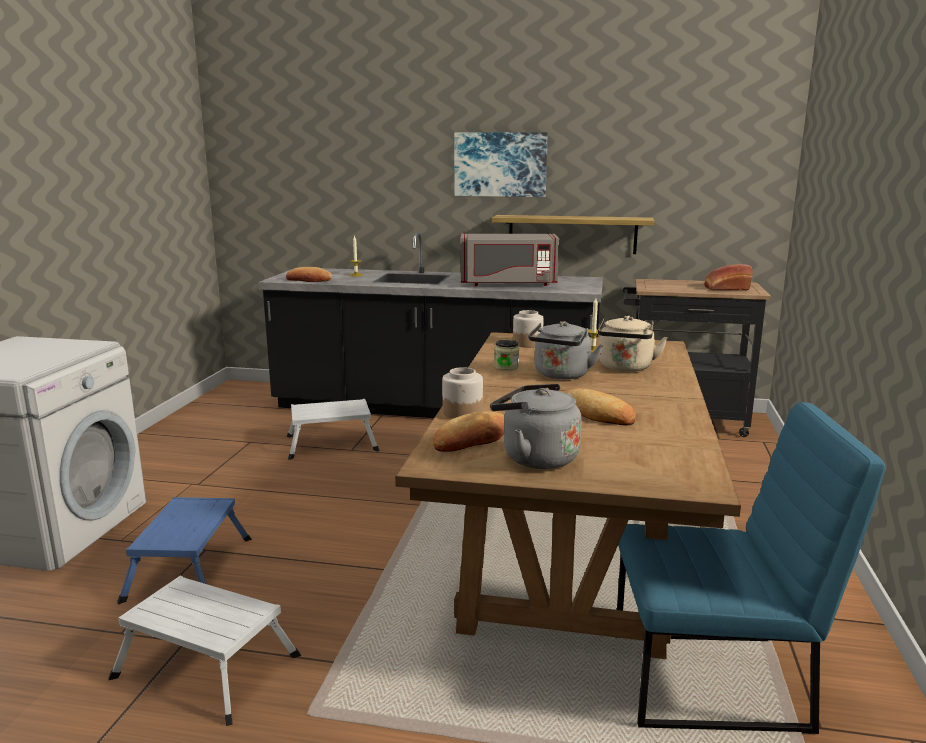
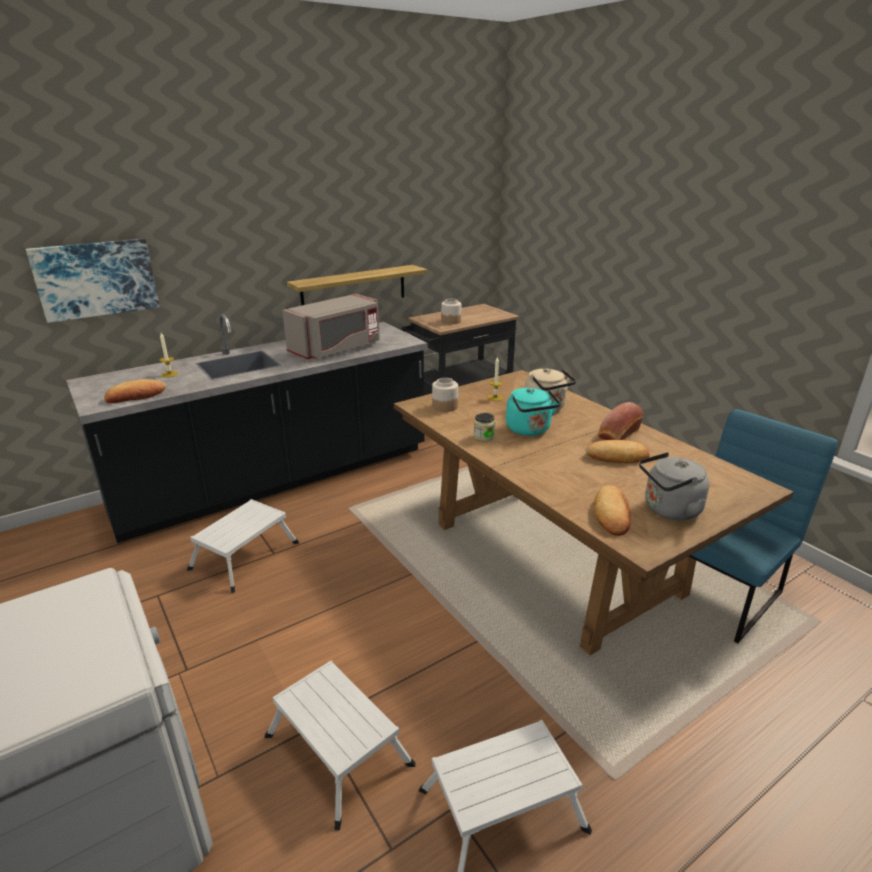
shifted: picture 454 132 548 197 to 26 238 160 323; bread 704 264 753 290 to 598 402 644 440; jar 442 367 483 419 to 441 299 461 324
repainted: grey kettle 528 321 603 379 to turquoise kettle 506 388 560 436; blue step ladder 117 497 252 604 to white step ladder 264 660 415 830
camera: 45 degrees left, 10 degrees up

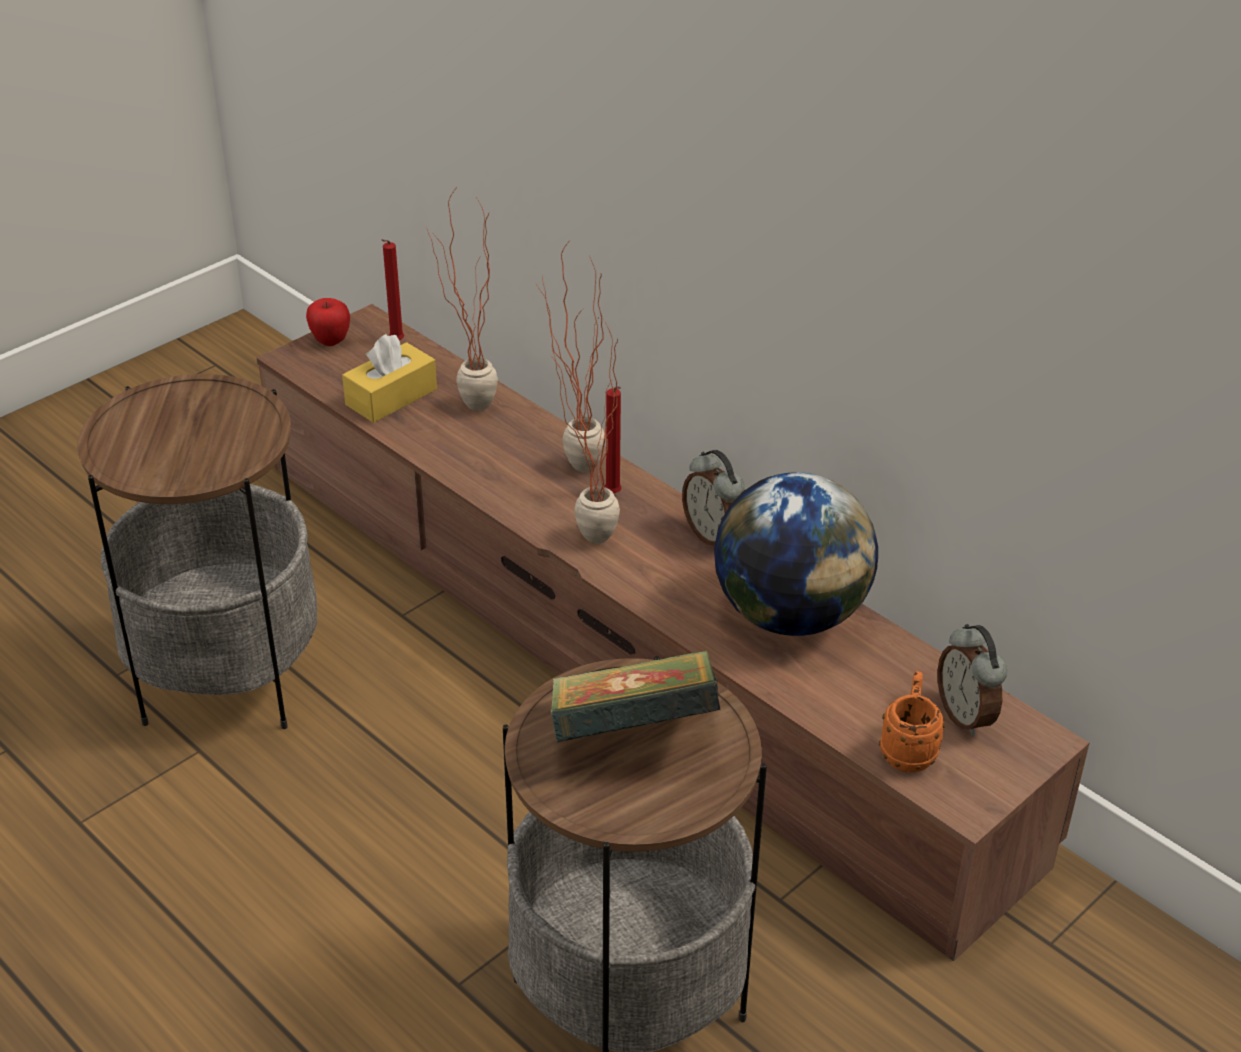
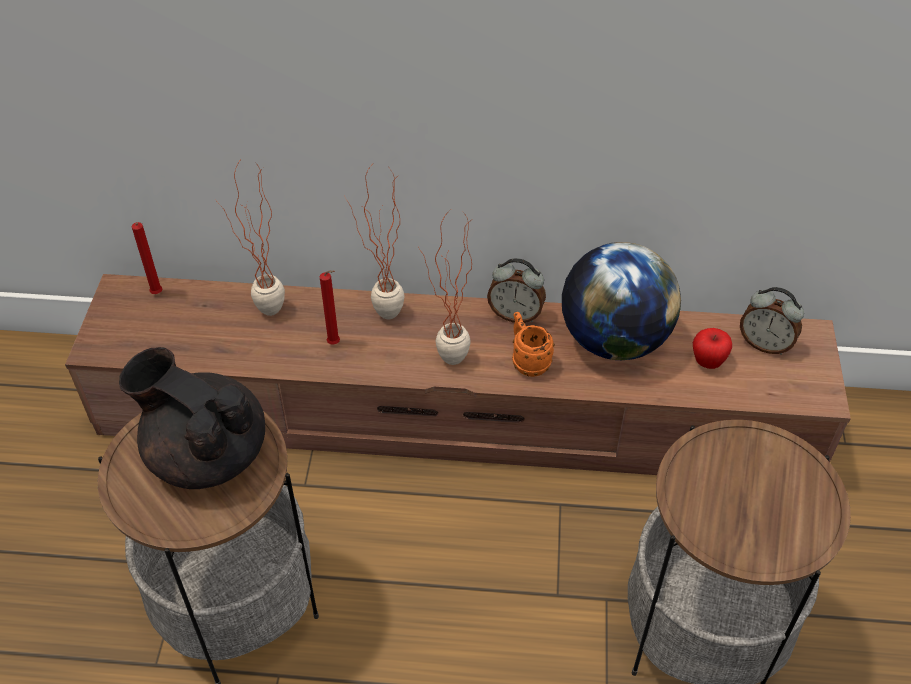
gone: yellow tissue box 342 334 437 423; book 551 650 721 742
new: black teapot 119 347 265 489
shifted: apple 306 298 350 346 to 693 328 732 369; red candle 605 386 621 493 to 319 270 340 345; orange mug 879 671 945 773 to 512 312 555 377
camera: 40 degrees left, 10 degrees up

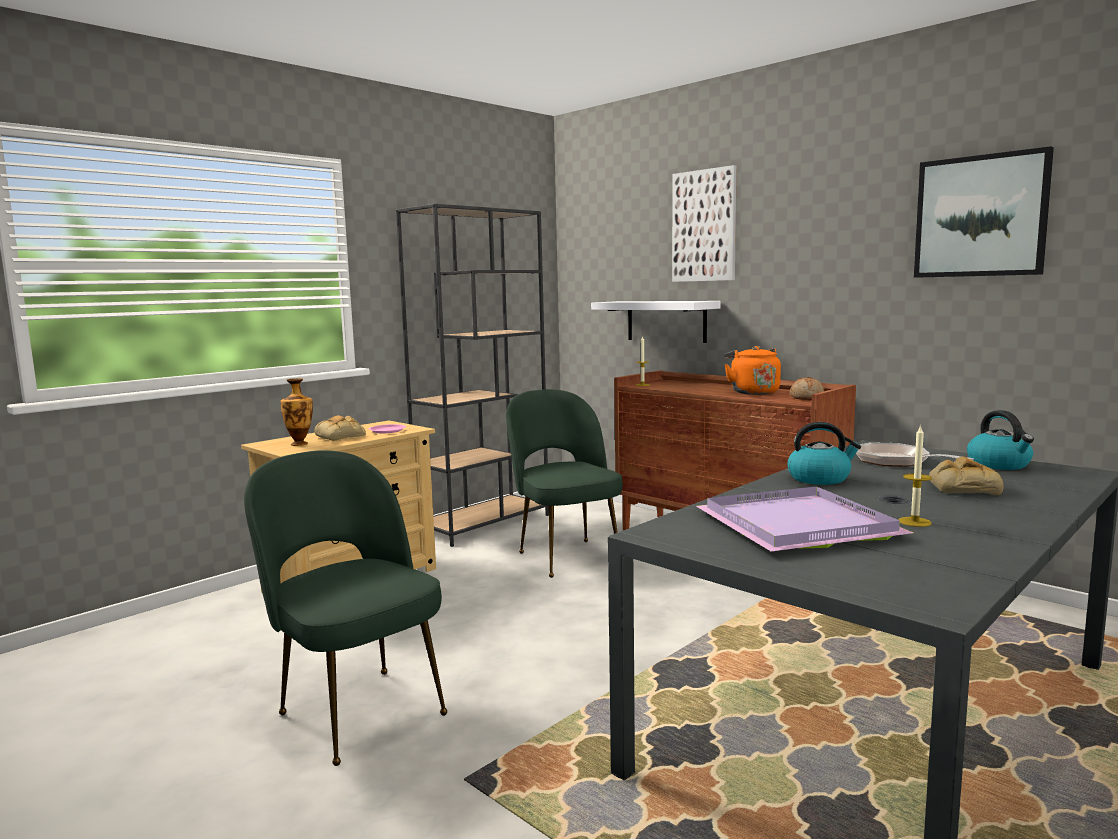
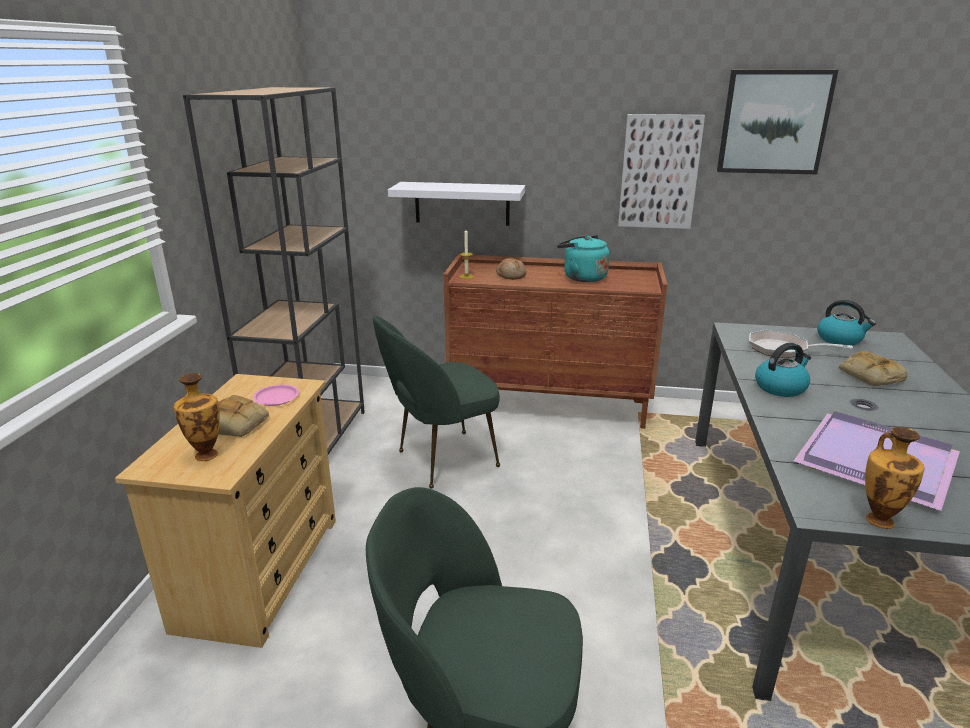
gone: candle 899 425 932 527
new: vase 865 427 925 529
shifted: picture 672 165 737 282 to 618 114 705 229; bread 789 377 824 400 to 496 257 527 280
repainted: orange kettle 724 346 781 395 to turquoise kettle 557 235 609 282
rotated: green chair 506 389 623 578 = 373 315 500 489 60 degrees counterclockwise
camera: 35 degrees left, 15 degrees up

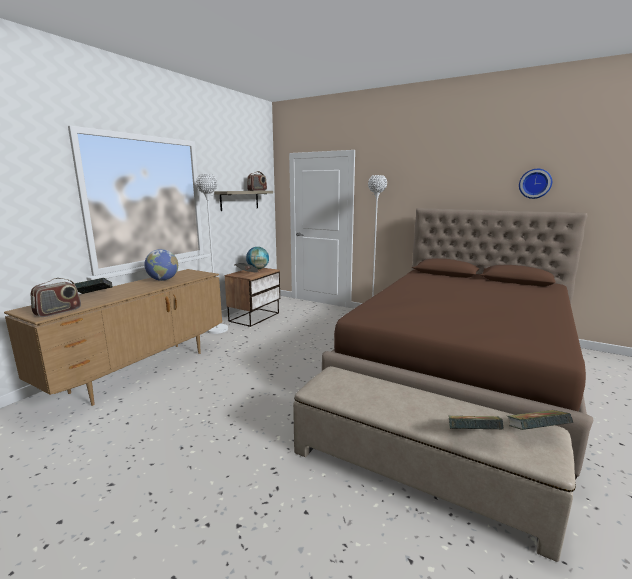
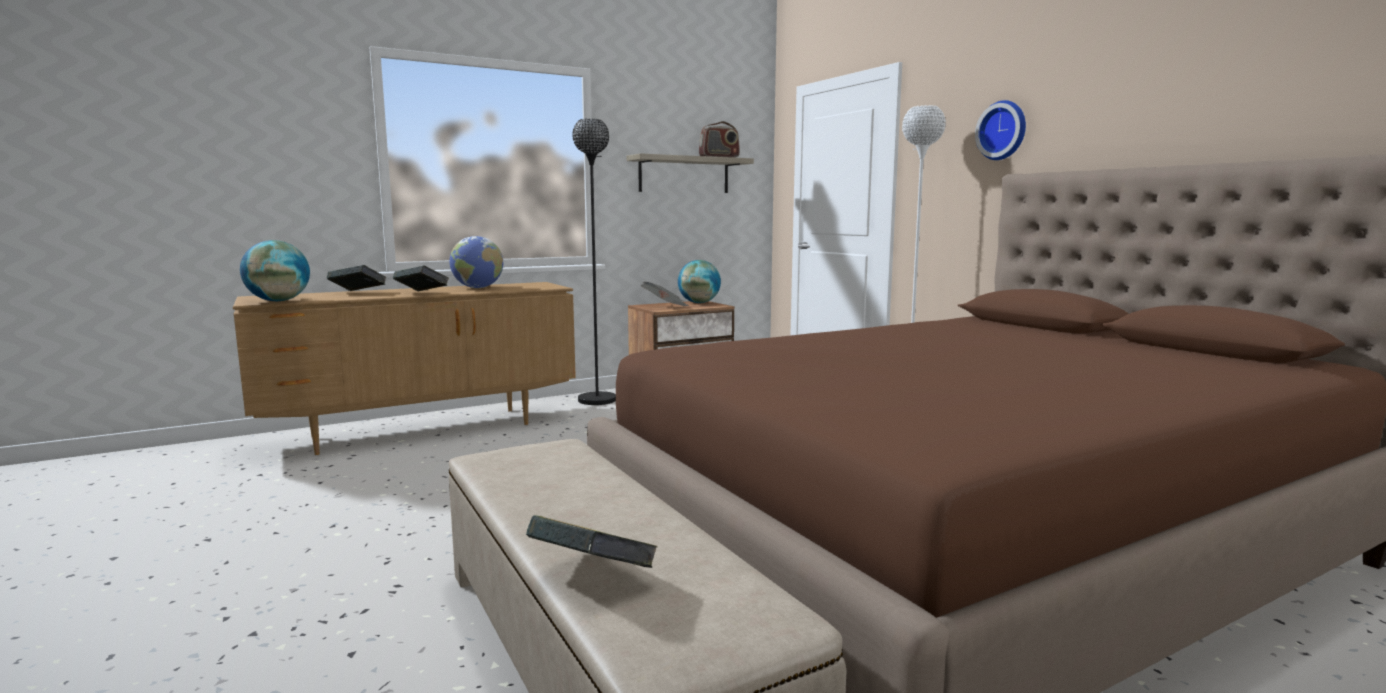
shifted: wall clock 519 169 552 199 to 975 100 1026 160; book 508 410 573 430 to 393 265 449 291
swapped: radio 31 278 81 317 to globe 240 240 310 301
repainted: white floor lamp 196 174 228 334 to black floor lamp 572 119 616 405
camera: 30 degrees right, 5 degrees down

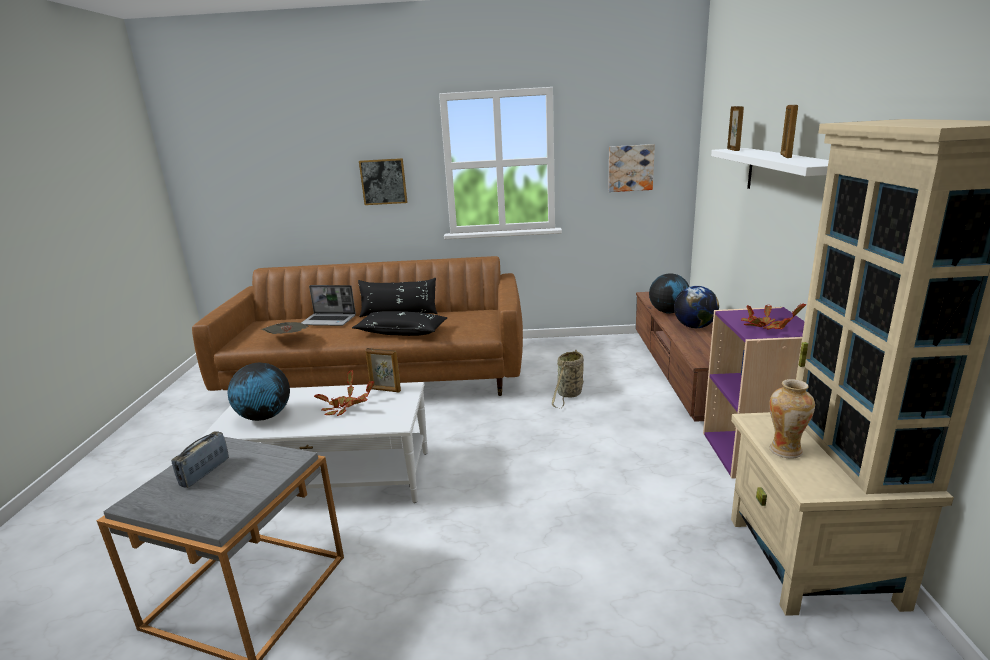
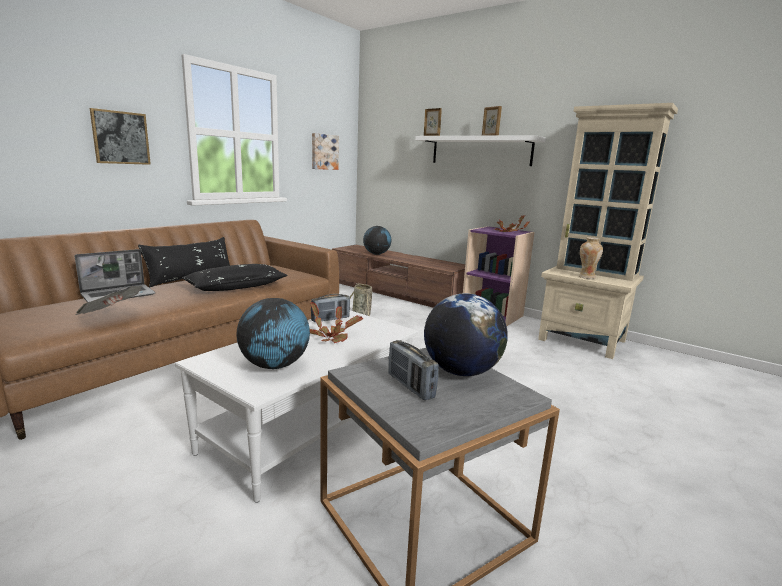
shifted: globe 674 286 719 328 to 424 293 508 376
swapped: picture frame 365 348 401 392 to radio 311 294 350 322
camera: 55 degrees left, 5 degrees down

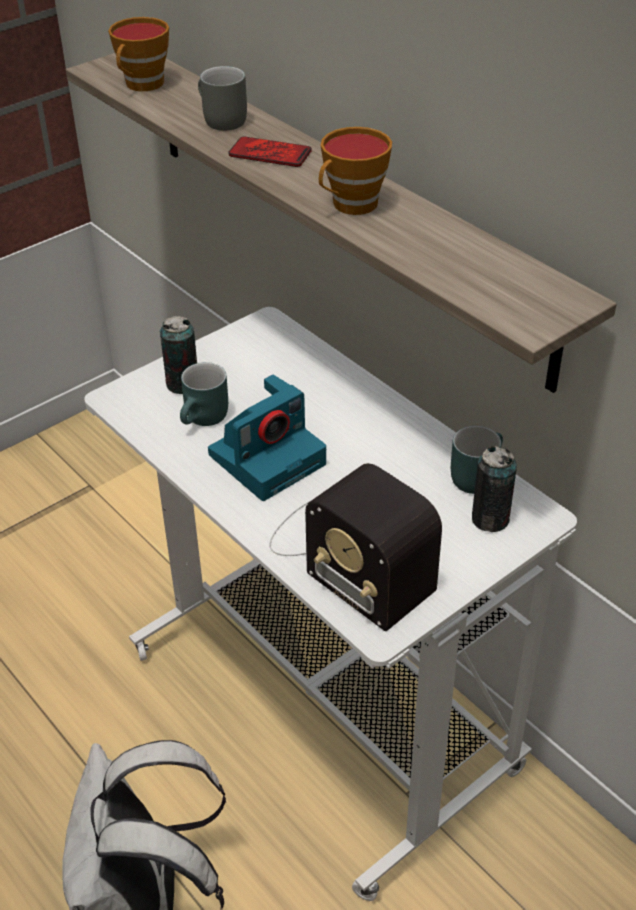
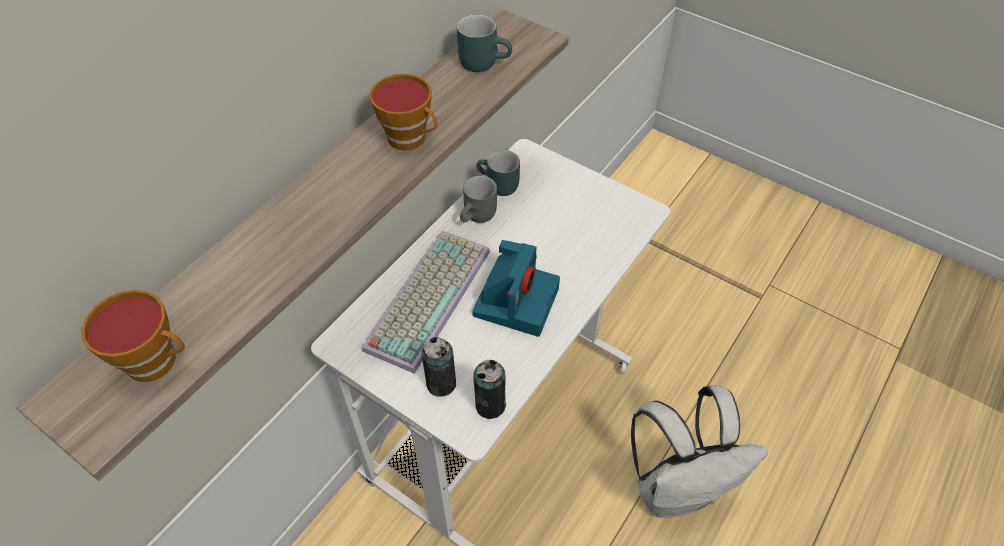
gone: phone 229 137 312 167; radio 269 463 442 631
new: keyboard 362 231 490 374
shifted: grey mug 198 66 247 131 to 460 176 497 223; turquoise mug 180 362 228 426 to 457 14 512 72; can 472 446 517 532 to 473 360 506 419
rotated: photo camera 208 375 326 501 = 472 240 560 337 75 degrees clockwise
camera: 105 degrees left, 10 degrees up

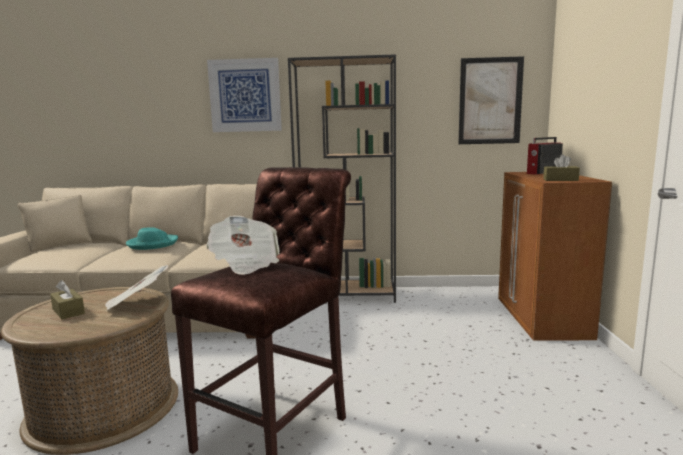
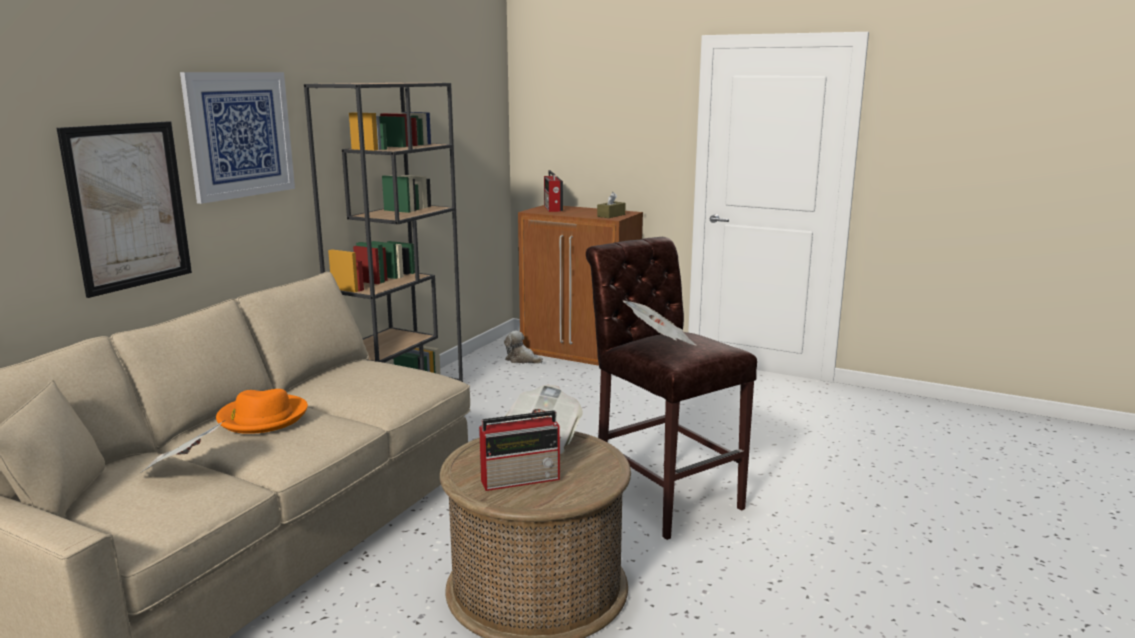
new: plush toy 504 331 543 364; newspaper 138 420 226 474
shifted: picture 458 56 524 144 to 57 121 192 298
swapped: brown tissue box 50 280 85 319 to radio 479 410 561 491
repainted: turquoise hat 126 227 178 250 to orange hat 216 389 308 434
camera: 65 degrees left, 5 degrees up

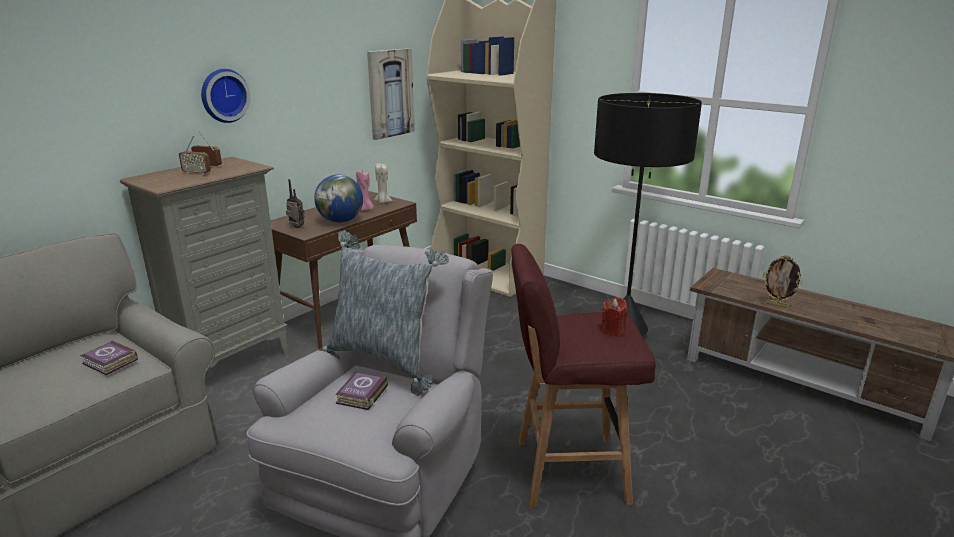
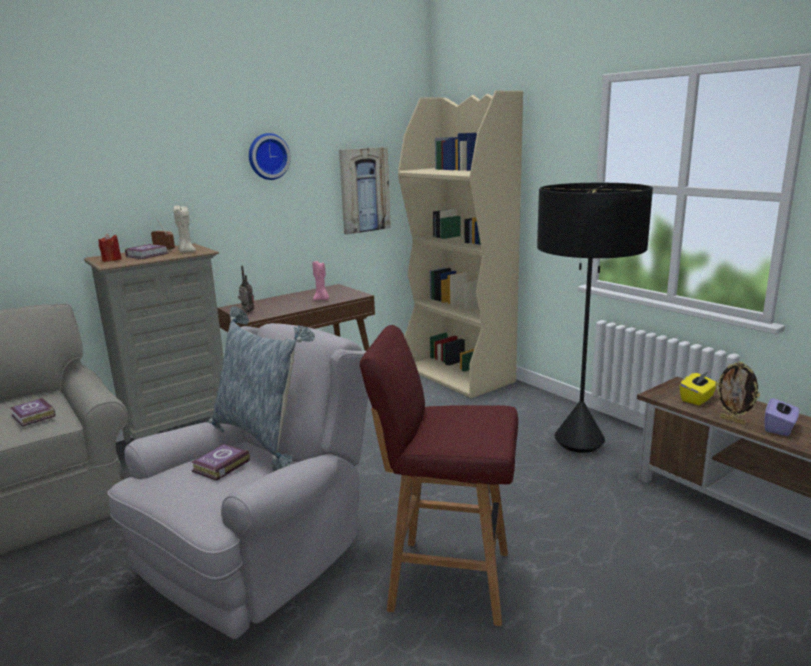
gone: globe 314 175 363 223
new: yellow tissue box 680 371 718 405; purple tissue box 765 398 800 436
shifted: wall clock 201 69 251 123 to 249 133 291 180; beige candle 374 163 393 204 to 174 206 196 253; red candle 601 297 628 336 to 99 234 122 262
swapped: radio 179 136 211 175 to book 125 244 169 259
camera: 15 degrees right, 5 degrees down

